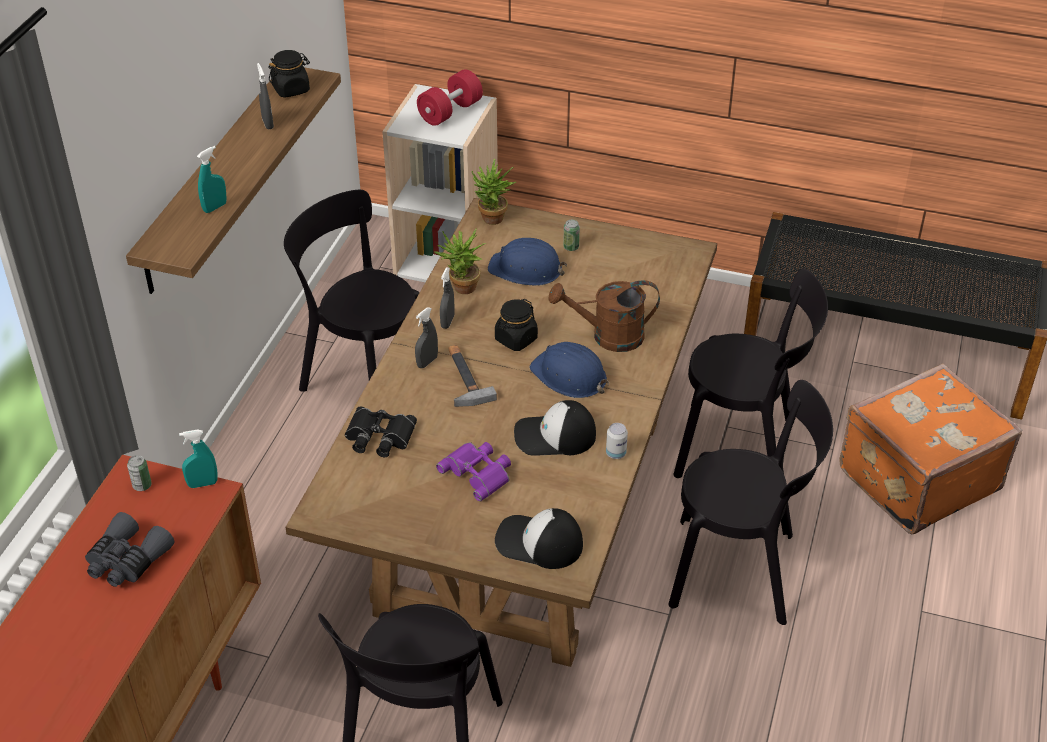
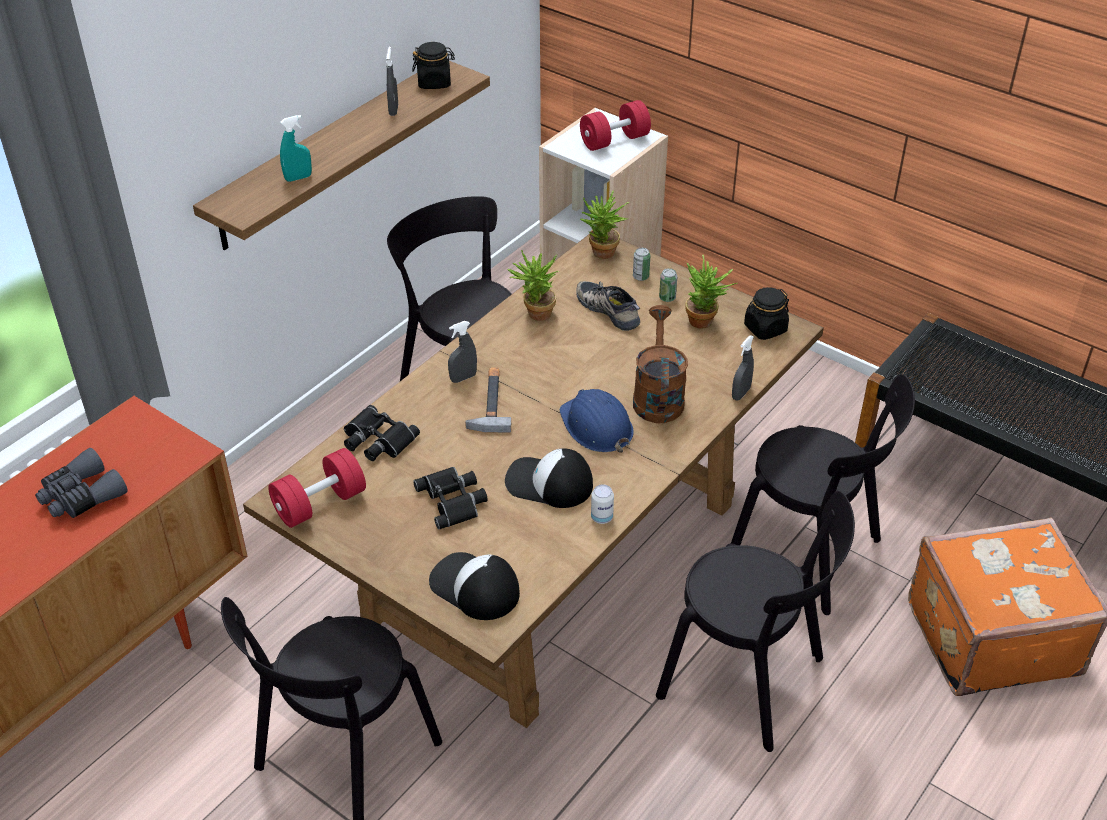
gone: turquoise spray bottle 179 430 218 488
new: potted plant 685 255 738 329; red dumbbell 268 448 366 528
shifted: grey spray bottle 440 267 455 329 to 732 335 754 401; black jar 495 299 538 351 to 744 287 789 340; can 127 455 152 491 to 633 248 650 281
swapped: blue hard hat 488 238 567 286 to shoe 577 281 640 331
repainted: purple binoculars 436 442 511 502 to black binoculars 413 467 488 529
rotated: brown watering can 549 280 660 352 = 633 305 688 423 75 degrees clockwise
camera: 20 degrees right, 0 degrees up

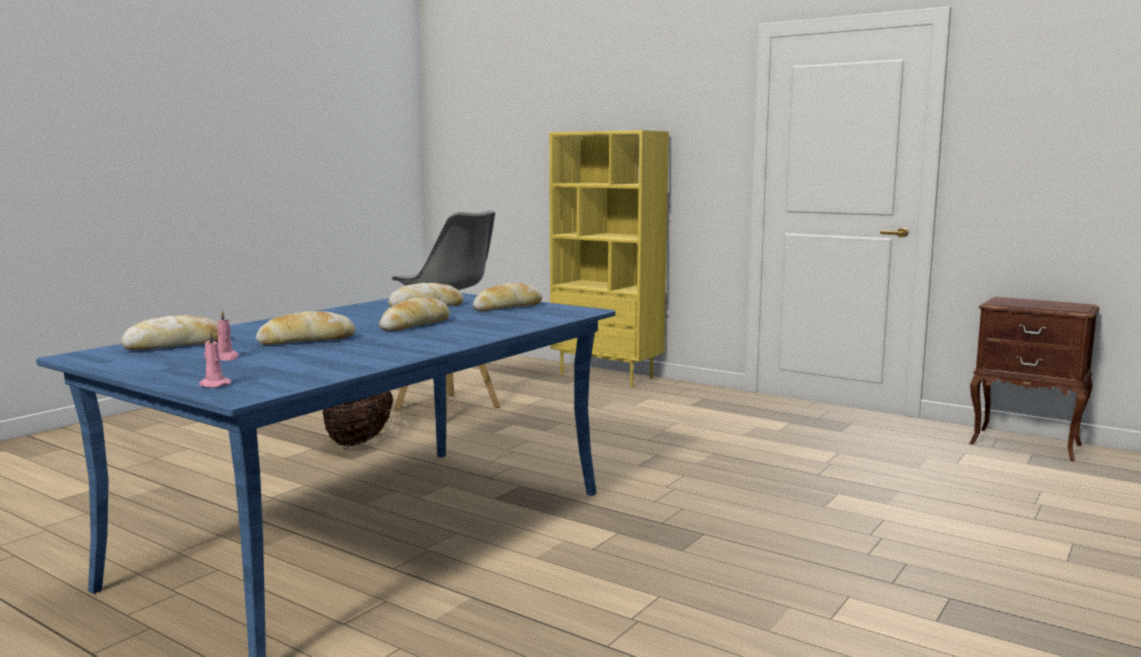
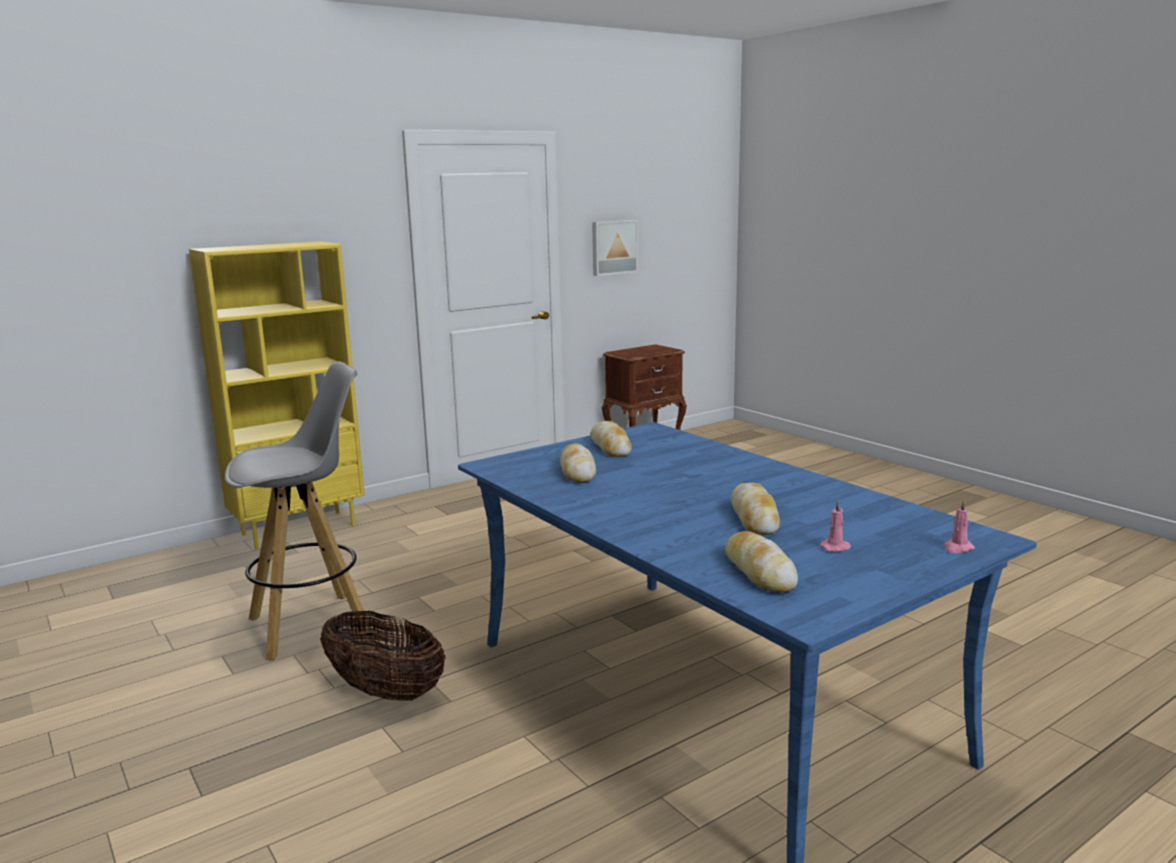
gone: bread 379 297 450 331
new: picture 592 220 638 276
camera: 70 degrees left, 5 degrees up

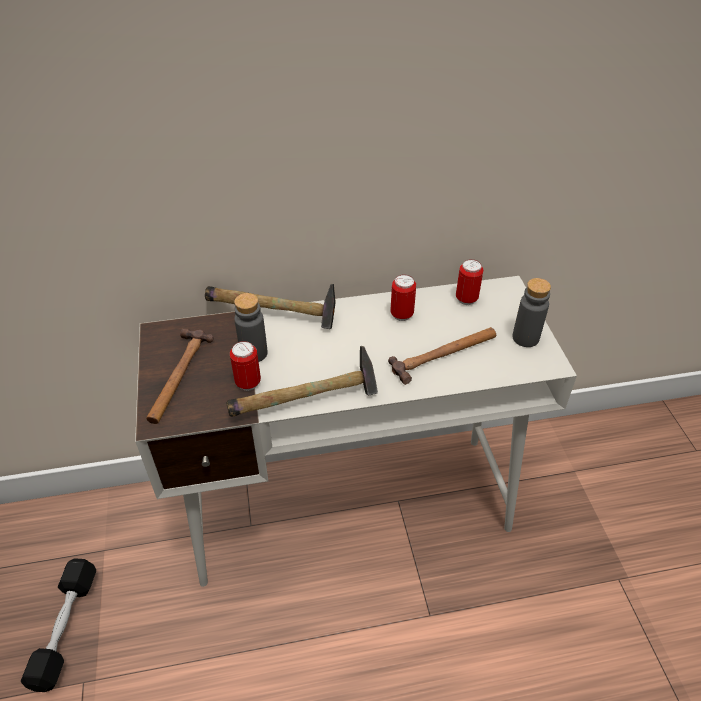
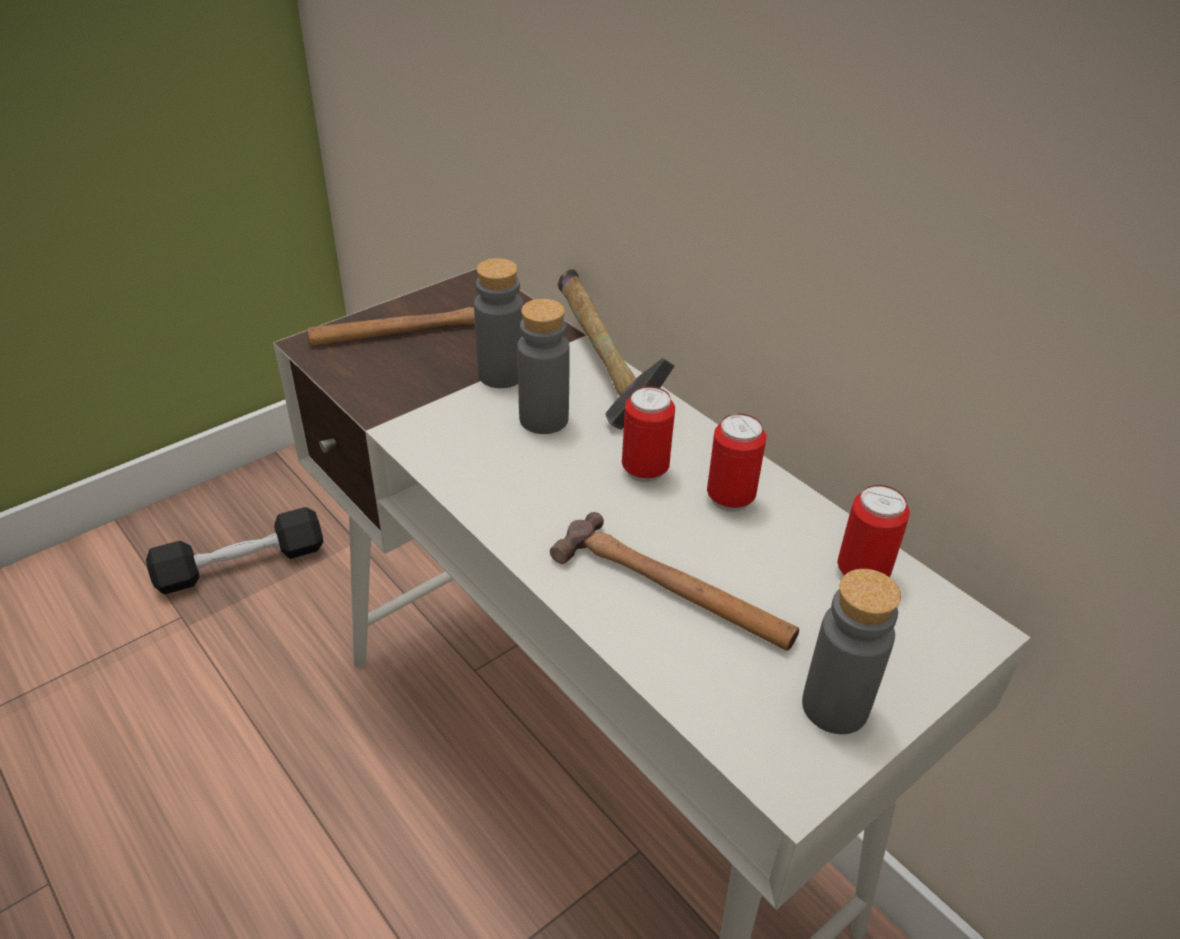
gone: hammer 226 346 378 417
new: grey bottle 517 299 570 434
shifted: can 230 341 261 391 to 622 386 675 483
camera: 60 degrees right, 5 degrees down

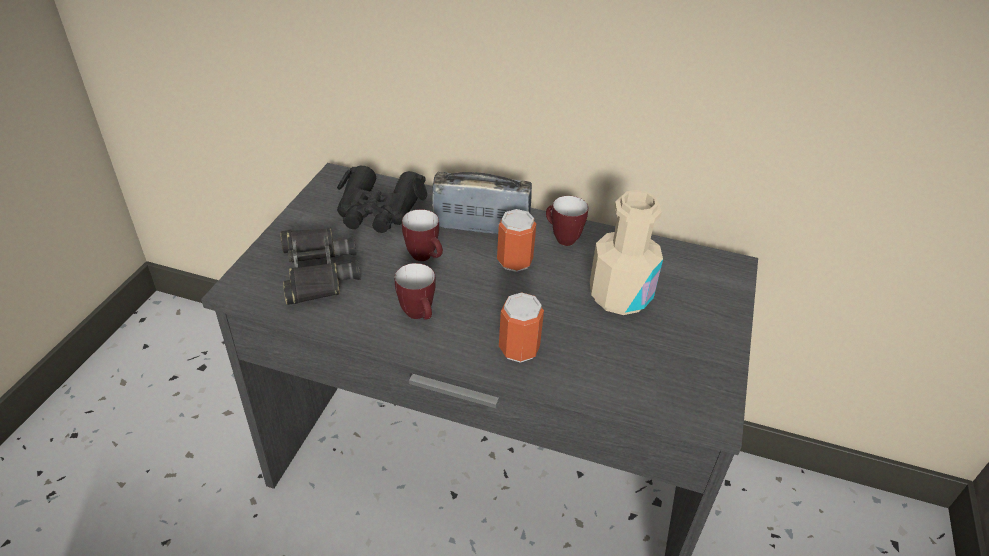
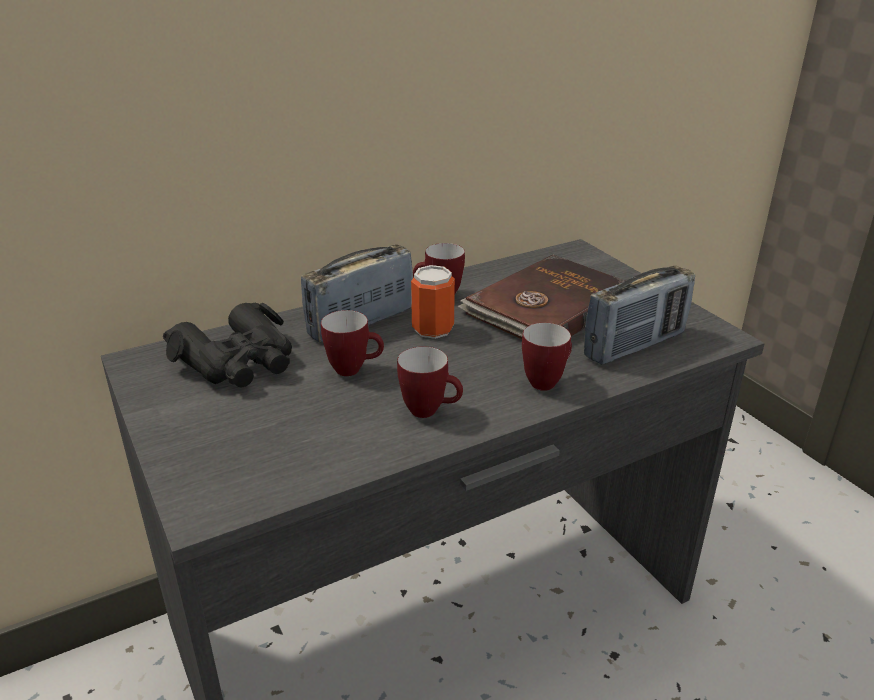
gone: black binoculars 280 228 360 305
new: radio 584 266 695 365
swapped: beige bottle 590 190 663 315 to brown book 458 255 625 339; can 499 292 544 363 to mug 522 323 572 391
camera: 45 degrees left, 10 degrees down

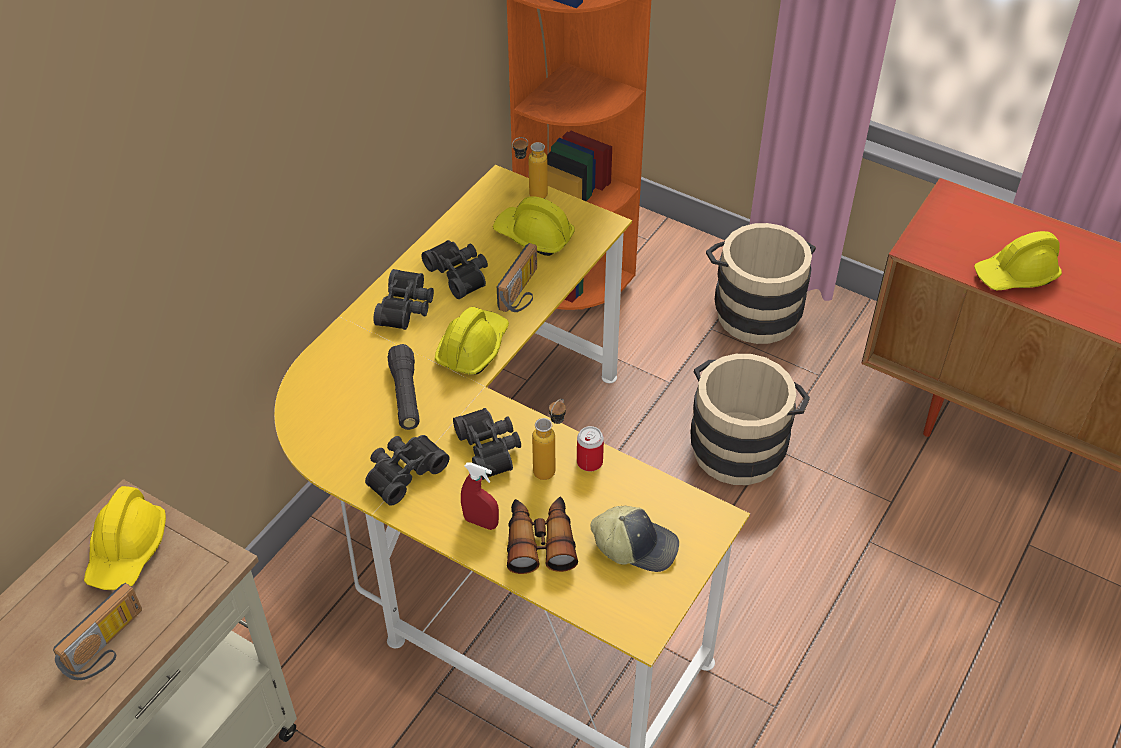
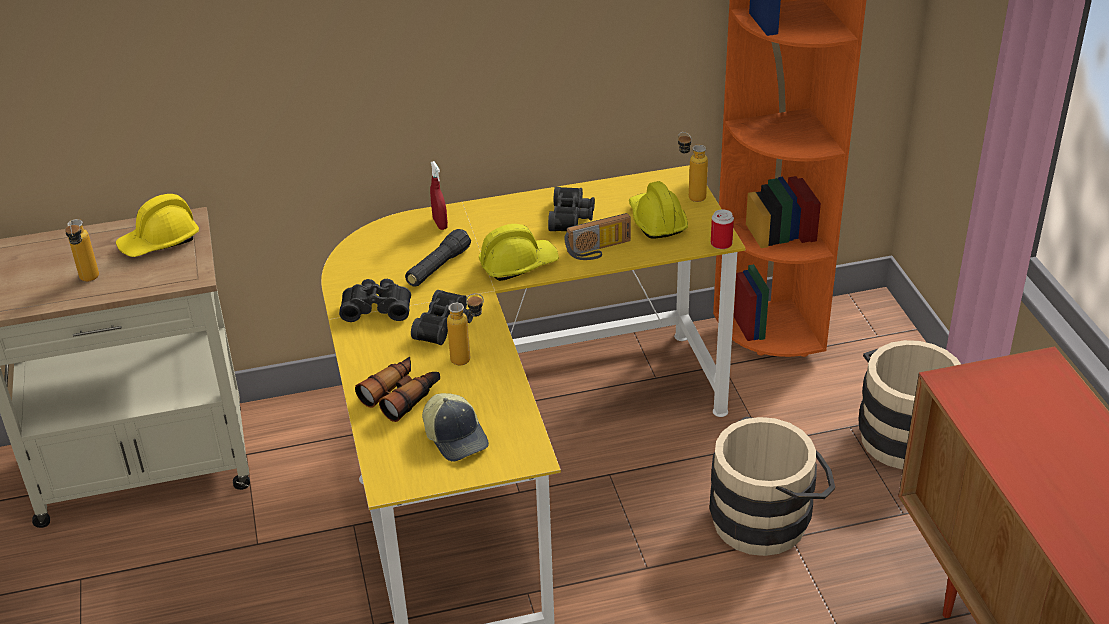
gone: yellow hard hat 974 231 1062 290; black binoculars 374 269 434 330
shifted: can 577 426 604 472 to 711 209 734 249; red spray bottle 461 463 499 530 to 430 161 448 230
swapped: radio 53 583 142 680 to bottle 65 219 99 282
camera: 45 degrees right, 10 degrees down

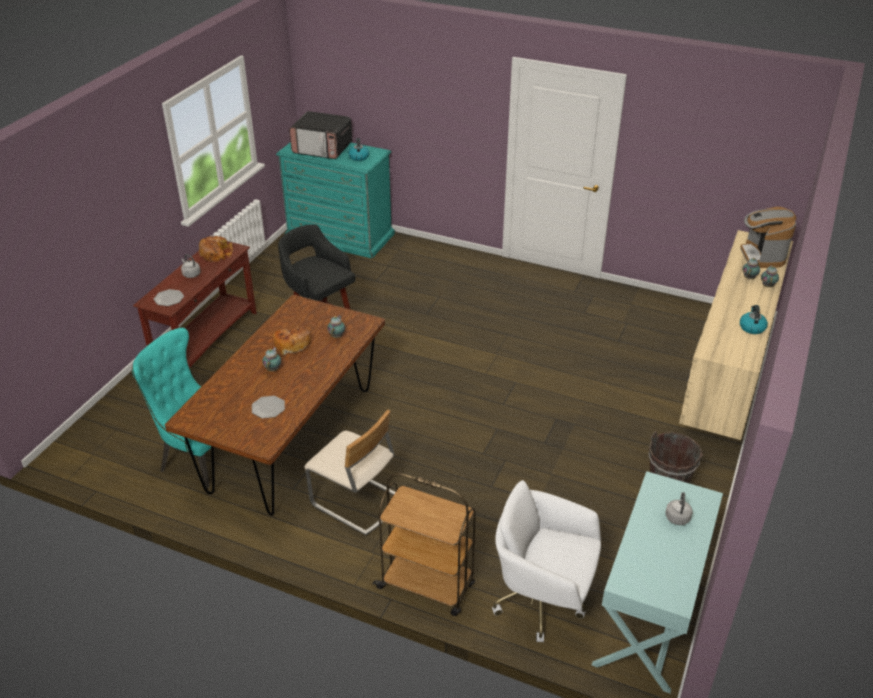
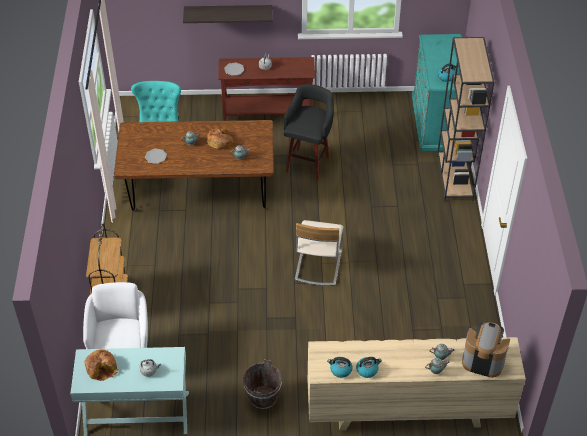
gone: microwave 289 111 352 159
new: shelf 183 5 273 23; bookcase 437 37 494 201; kettle 327 357 353 378
shifted: bread 199 236 233 262 to 84 349 118 381; beige chair 304 410 396 536 to 295 220 343 286
rotated: coffee machine 740 207 796 268 = 462 322 510 378 45 degrees clockwise
camera: 65 degrees right, 10 degrees up

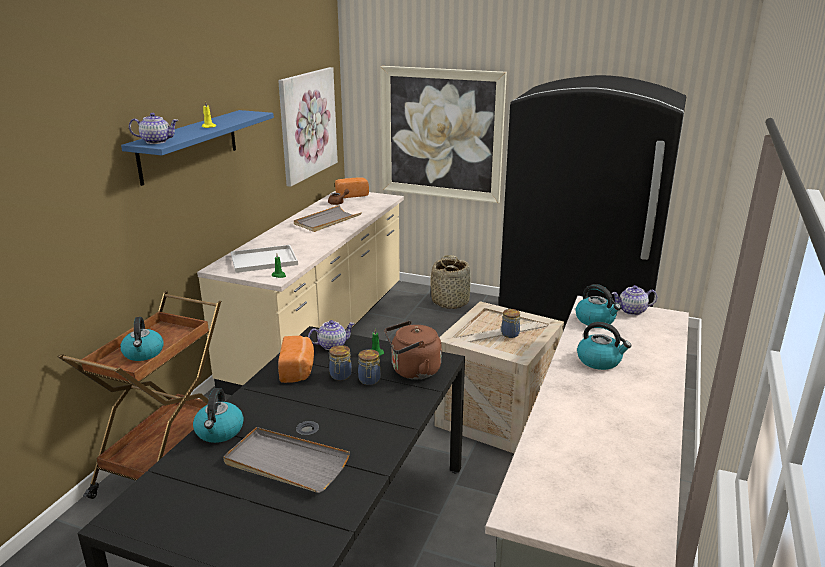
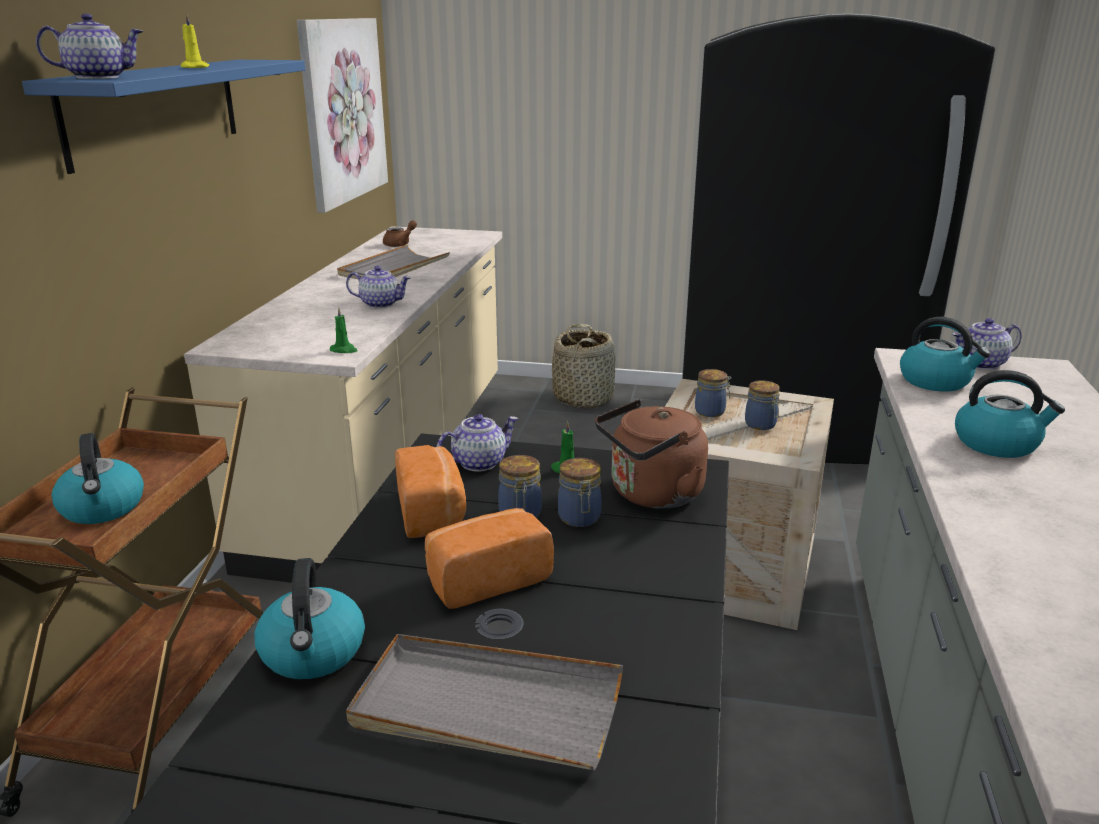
gone: picture 380 66 507 203; white tray 231 245 298 273
new: teapot 346 266 411 308; jar 695 369 731 417
shifted: bread 335 177 369 198 to 425 508 554 609
camera: 10 degrees left, 0 degrees up

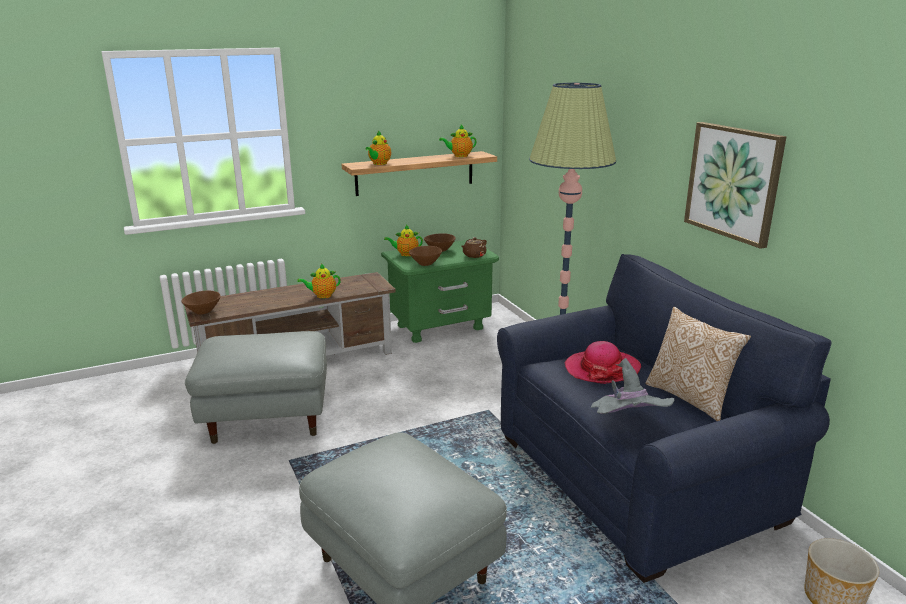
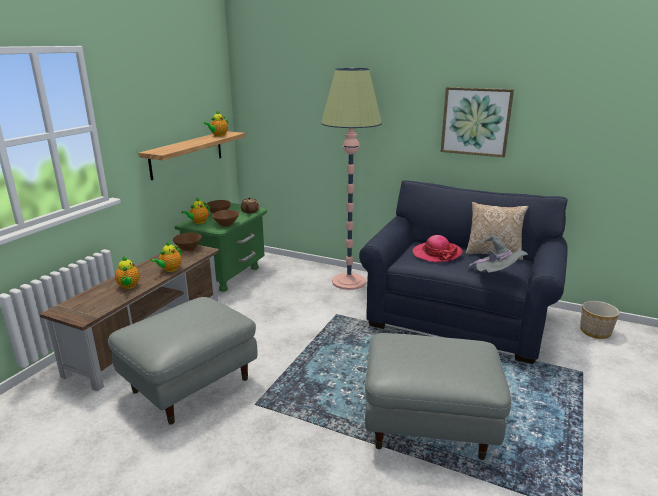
shifted: teapot 366 130 391 165 to 115 256 140 289; brown bowl 182 291 221 315 to 173 233 202 251
camera: 40 degrees left, 0 degrees up

